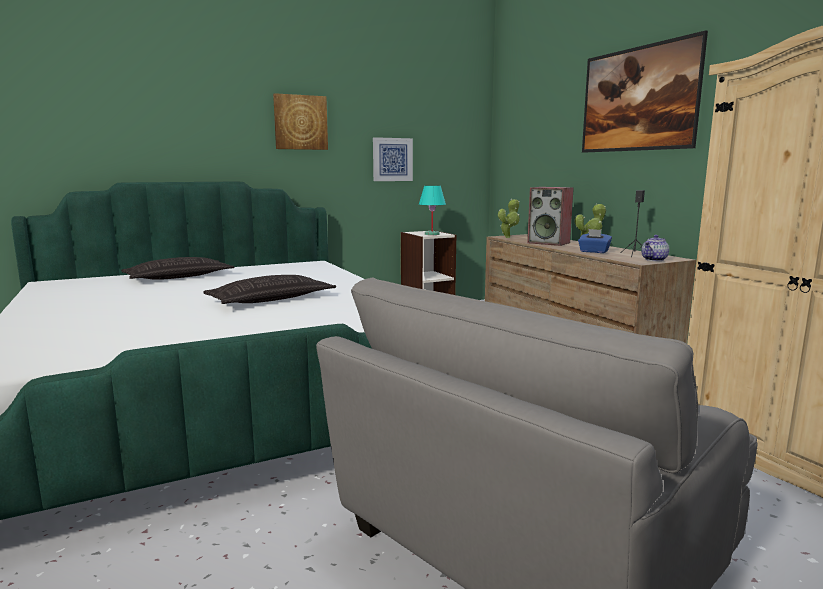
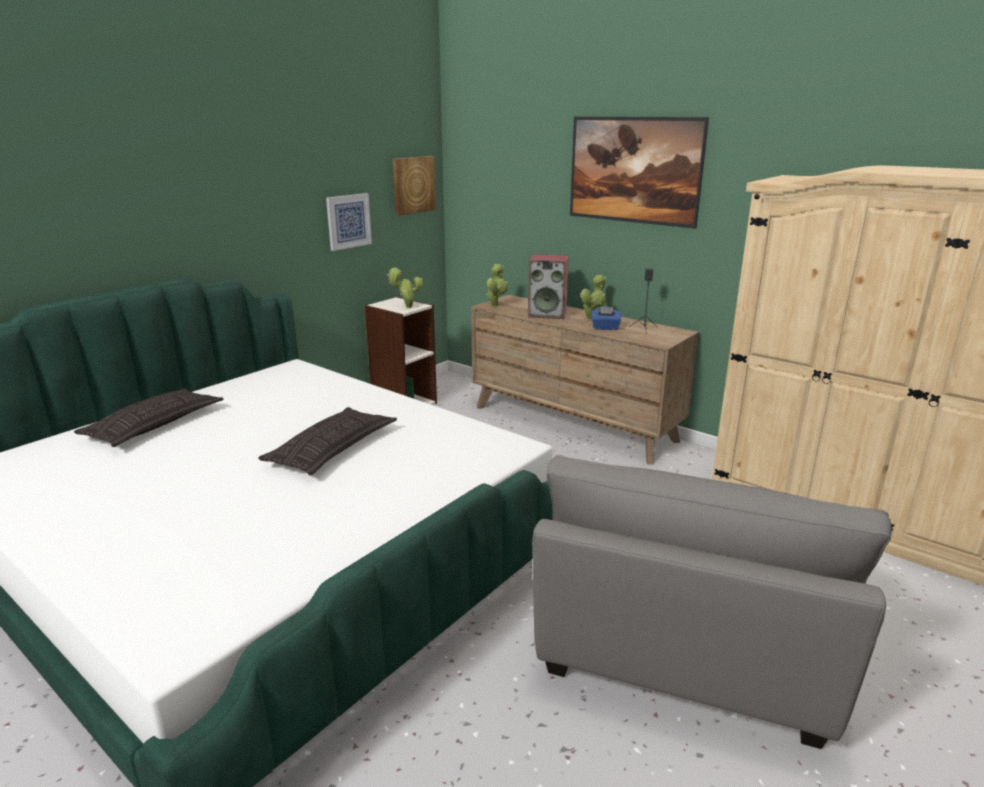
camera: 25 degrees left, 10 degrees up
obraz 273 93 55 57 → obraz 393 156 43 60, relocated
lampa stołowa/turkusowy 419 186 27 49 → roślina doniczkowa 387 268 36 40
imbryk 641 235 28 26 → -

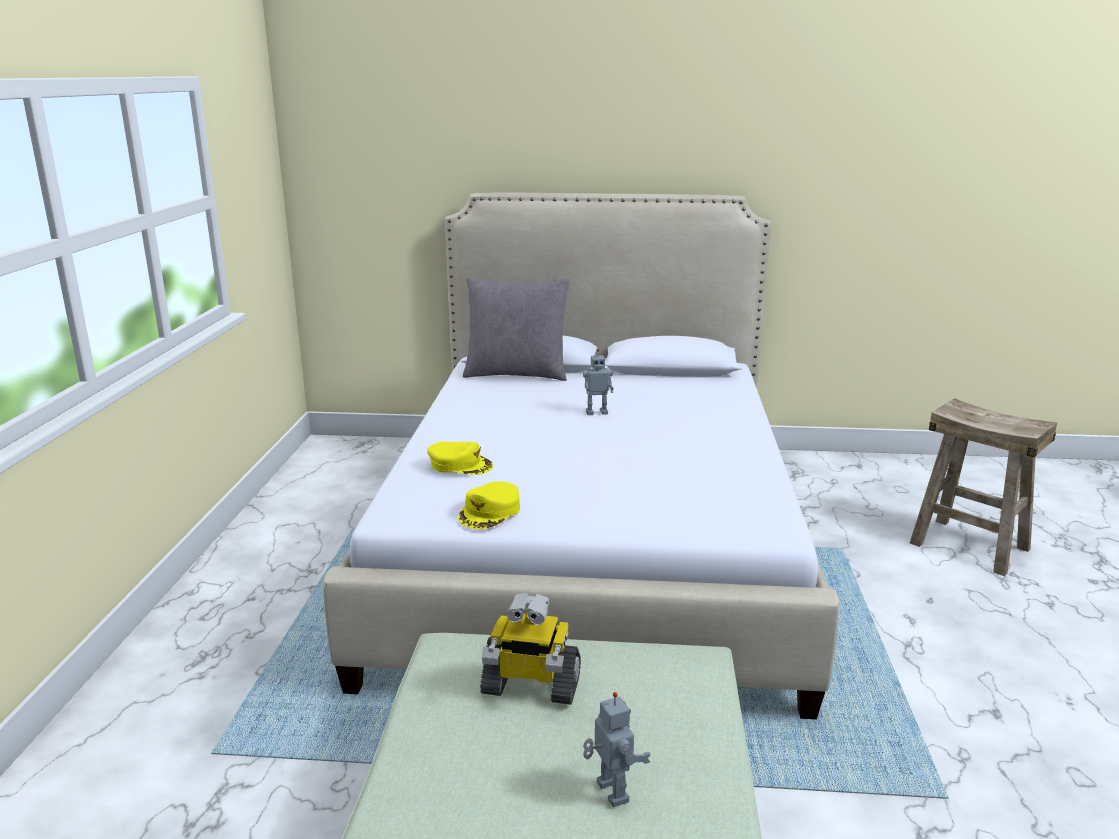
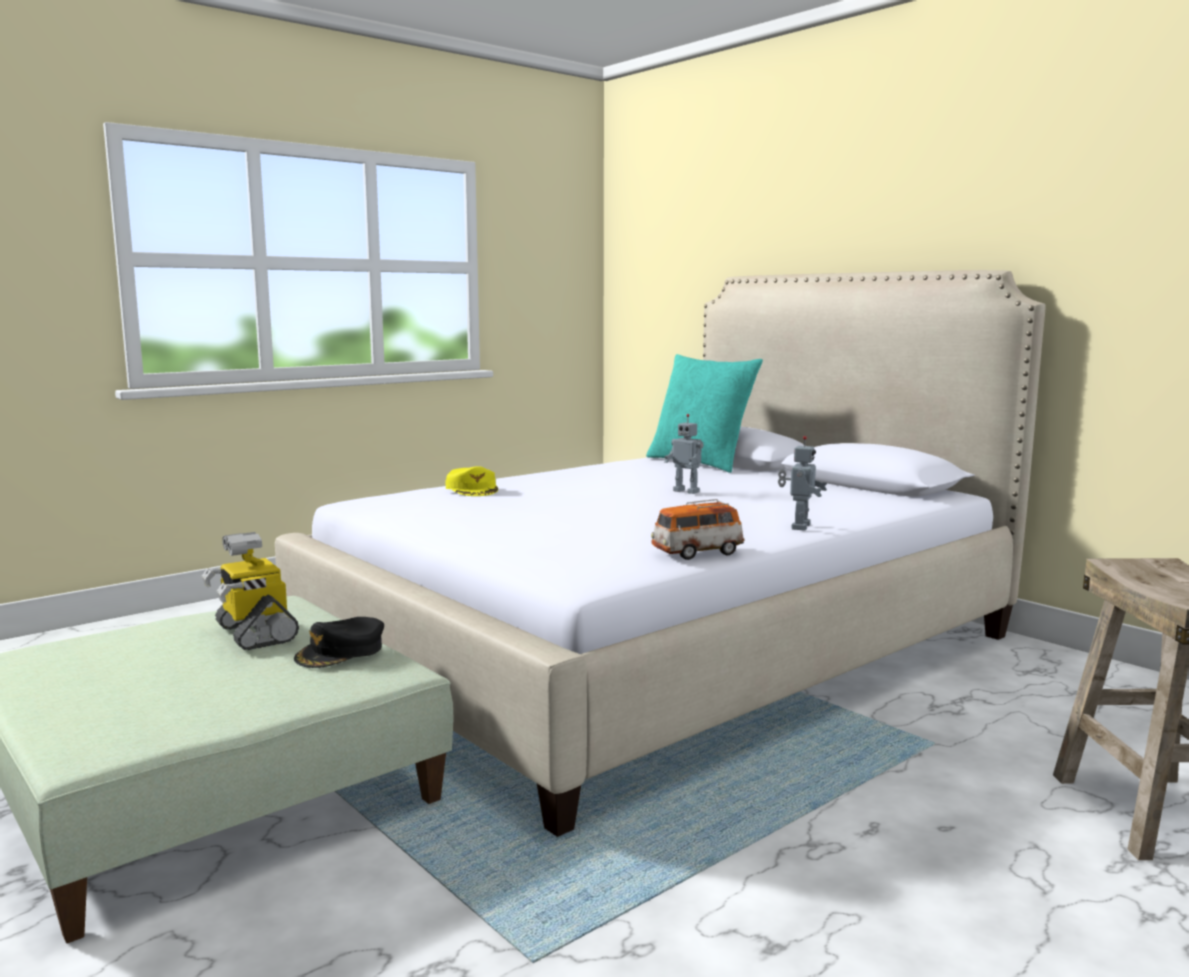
camera: 45 degrees right, 10 degrees down
czapka z daszkiem/żółty 458 482 62 47 → -
poduszka/szary 463 277 107 104 → poduszka/turkusowy 646 354 117 119
robot zabawkowy 583 692 68 115 → robot zabawkowy 778 436 49 95, relocated
- → czapka z daszkiem/czarny 294 617 90 51
- → samochodzik 651 499 93 61

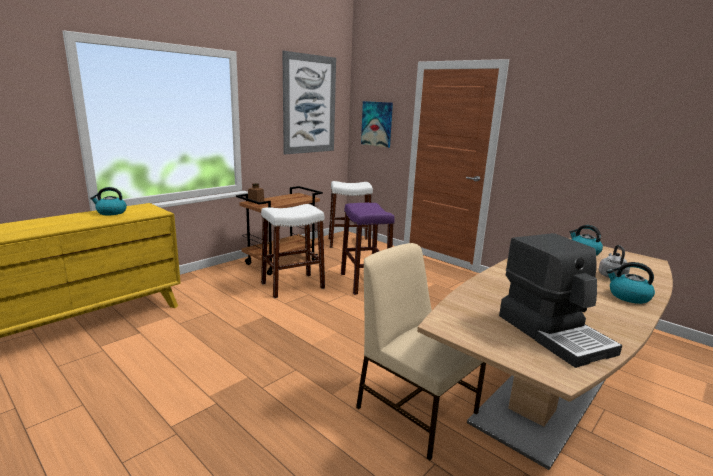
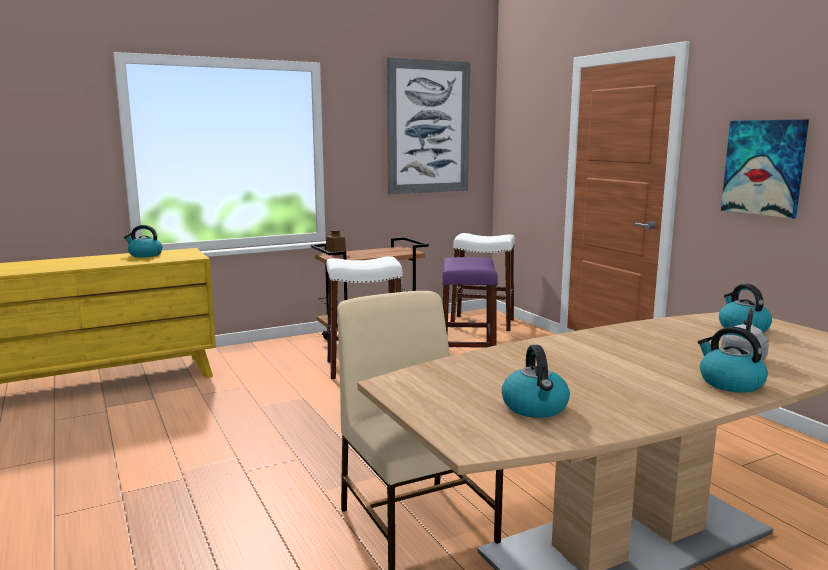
camera: 20 degrees right, 5 degrees down
obraz 361 101 32 47 → obraz 721 119 88 100, relocated
ekspres do kawy 499 233 123 135 → czajnik 502 345 68 73

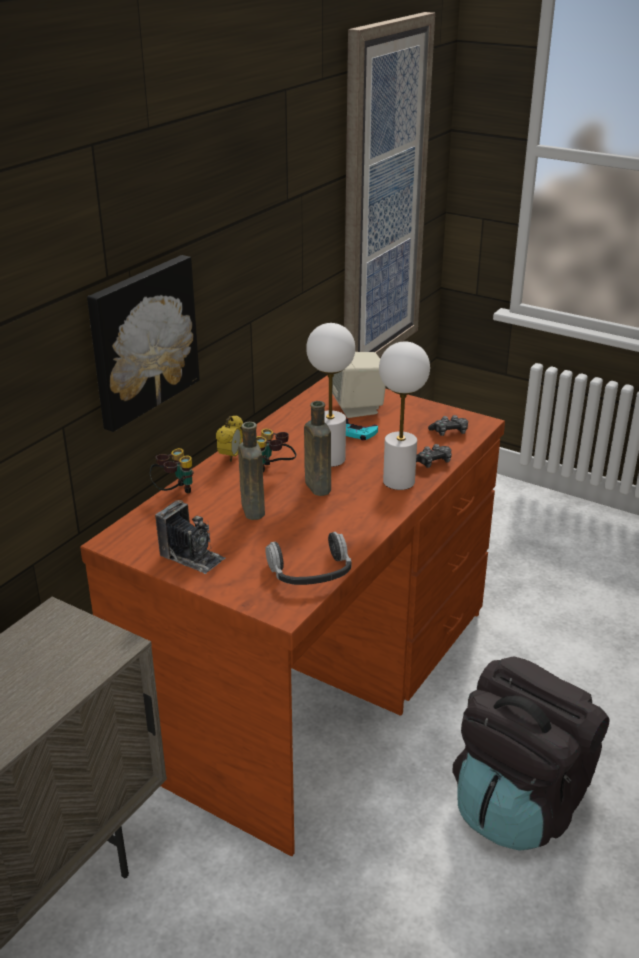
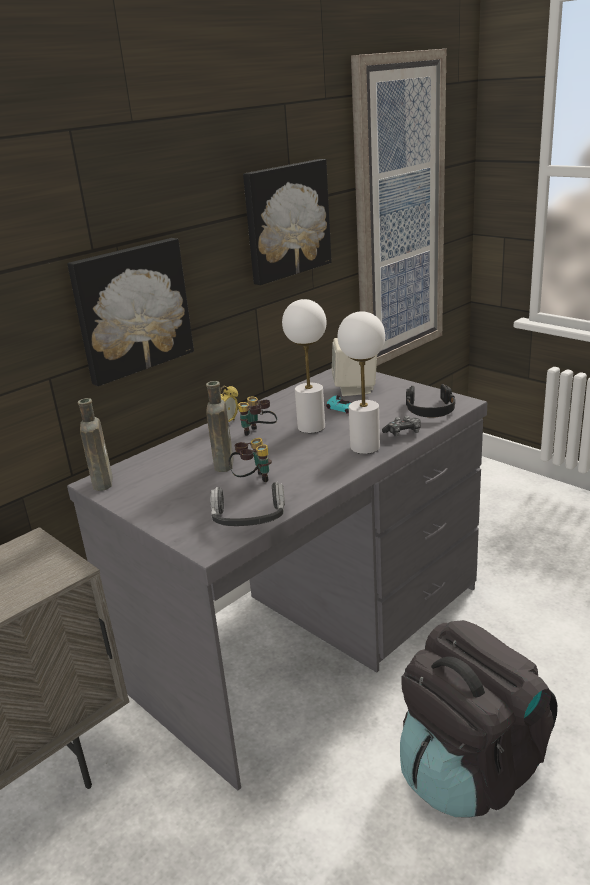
camera: 15 degrees right, 5 degrees down
biurko/brązowy 80 375 425 481 → biurko/szary 67 368 420 422
lornetka 150 448 44 46 → lornetka 229 438 43 44, relocated
aparat fotograficzny 155 500 70 74 → -
butelka/brązowy 304 401 27 95 → butelka/brązowy 78 398 35 93, relocated
pad do gier 428 415 40 21 → słuchawki/czarny 406 384 49 34
- → obraz 243 159 89 126

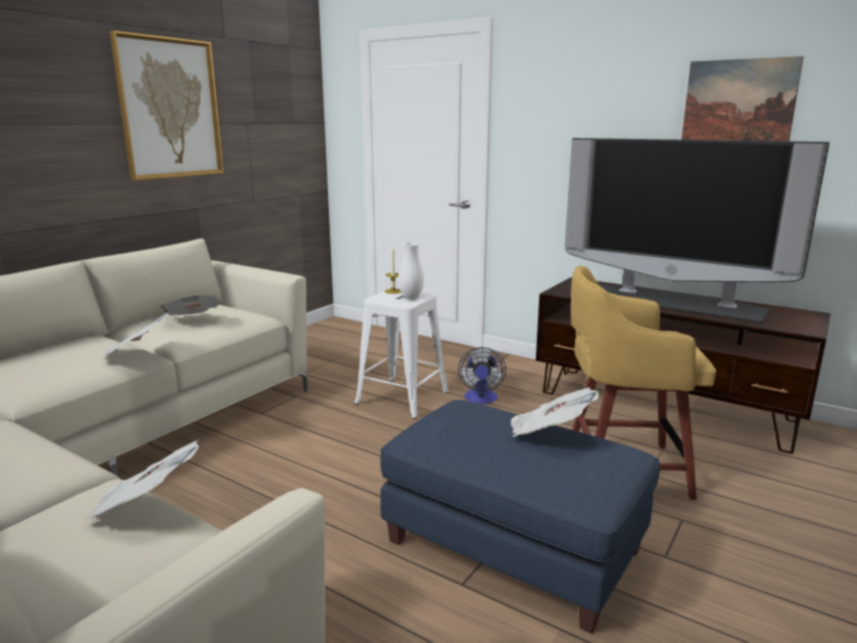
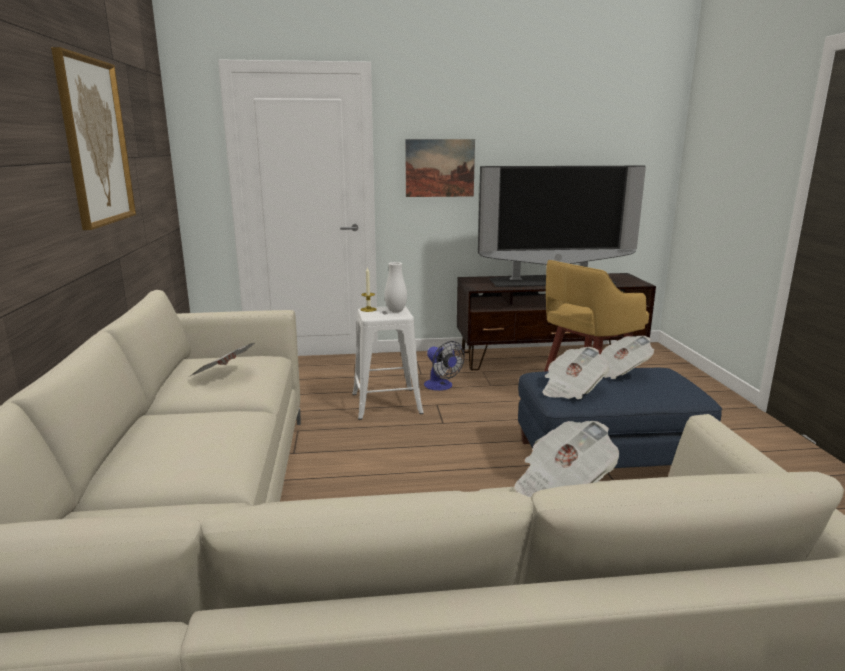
camera: 40 degrees left, 0 degrees up
gazeta 103 313 66 44 → gazeta 542 347 68 52, relocated
obraz 681 56 123 85 → obraz 405 139 70 58, relocated

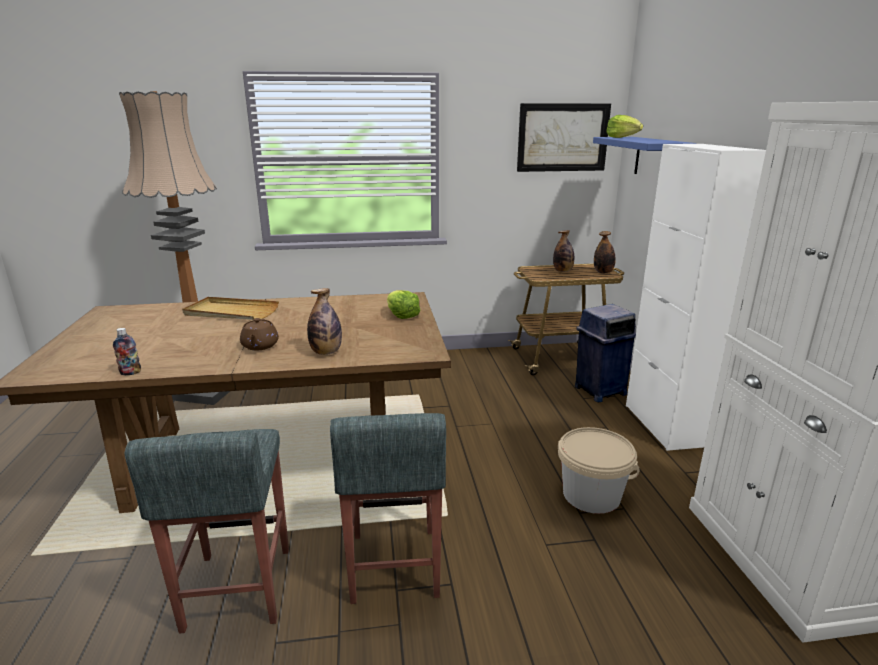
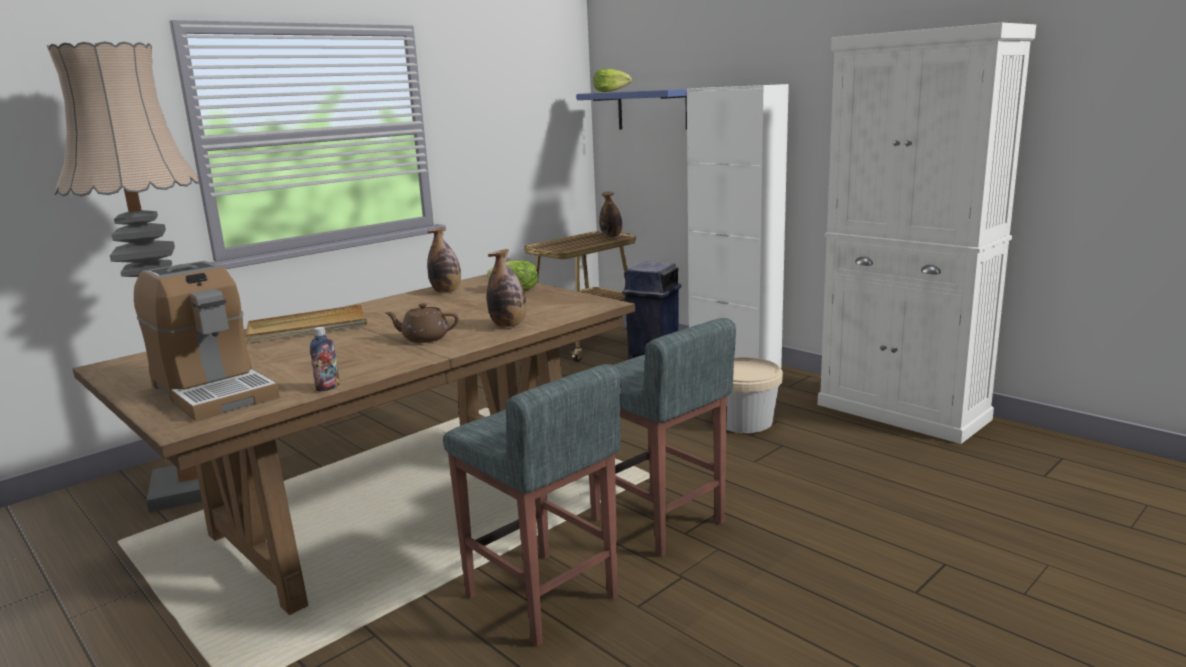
camera: 35 degrees left, 5 degrees down
imbryk/brązowy 240 318 39 32 → imbryk/brązowy 385 303 74 40, 135 degrees clockwise
obraz 517 103 94 69 → -
butelka 553 230 21 42 → butelka 427 227 34 66, relocated
- → ekspres do kawy 134 261 146 160

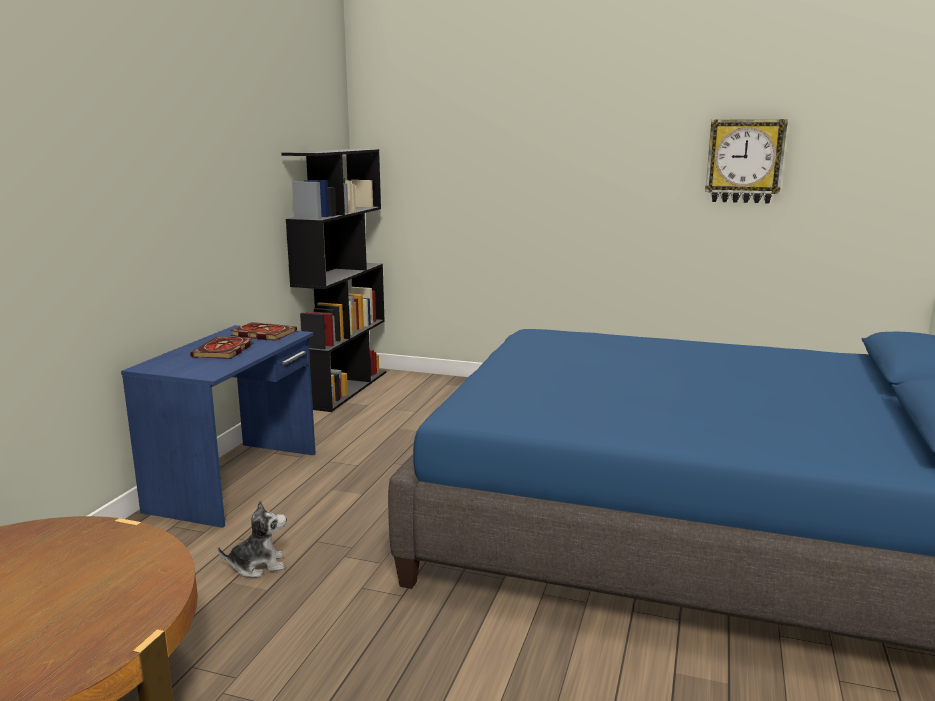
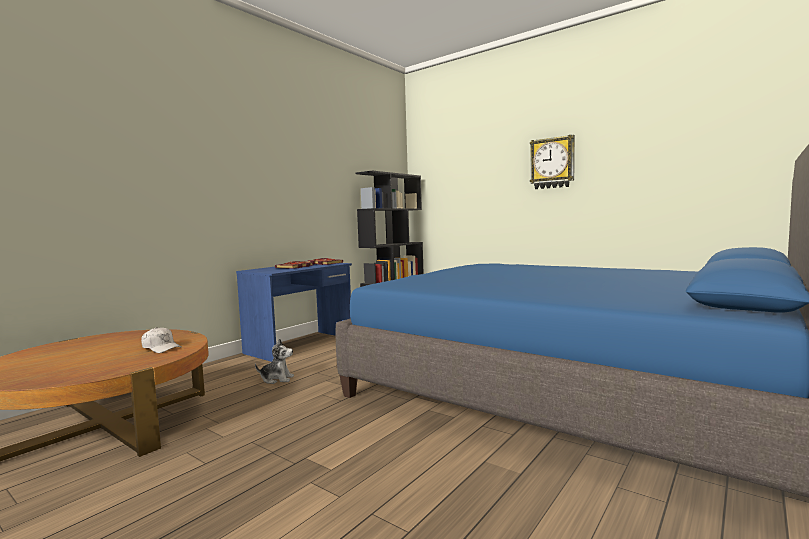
camera: 20 degrees right, 10 degrees down
zegar ścienny 705 119 83 84 → zegar ścienny 530 135 45 54, relocated
- → czapka z daszkiem/biały 141 327 40 26

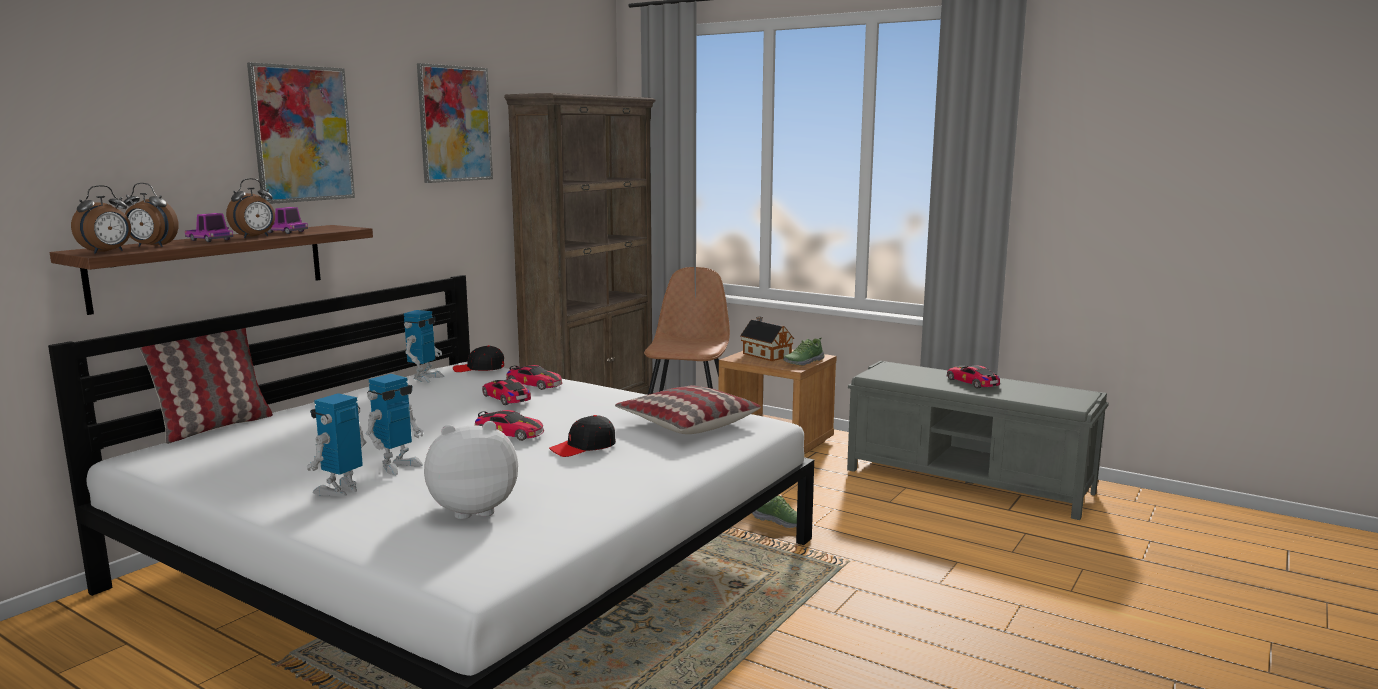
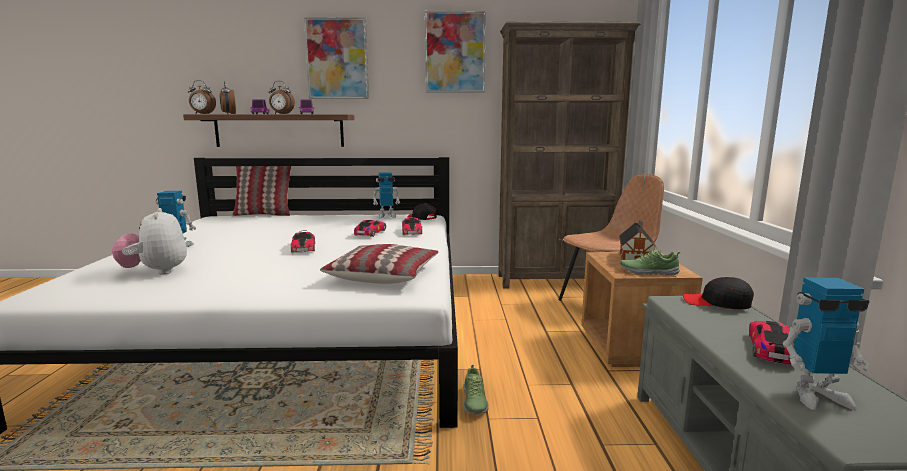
camera: 55 degrees right, 0 degrees up
robot zabawkowy 366 374 57 101 → robot zabawkowy 783 278 87 133, relocated
pluszak 424 421 94 98 → pluszak 112 208 75 67, 150 degrees counterclockwise
czapka z daszkiem/czarny 549 415 67 42 → czapka z daszkiem/czarny 683 277 71 33, relocated

